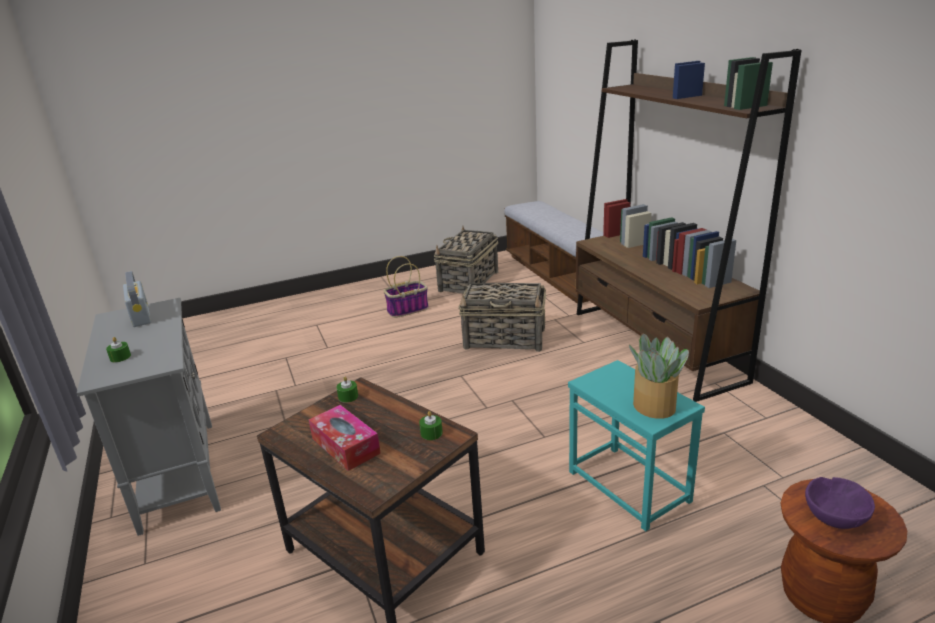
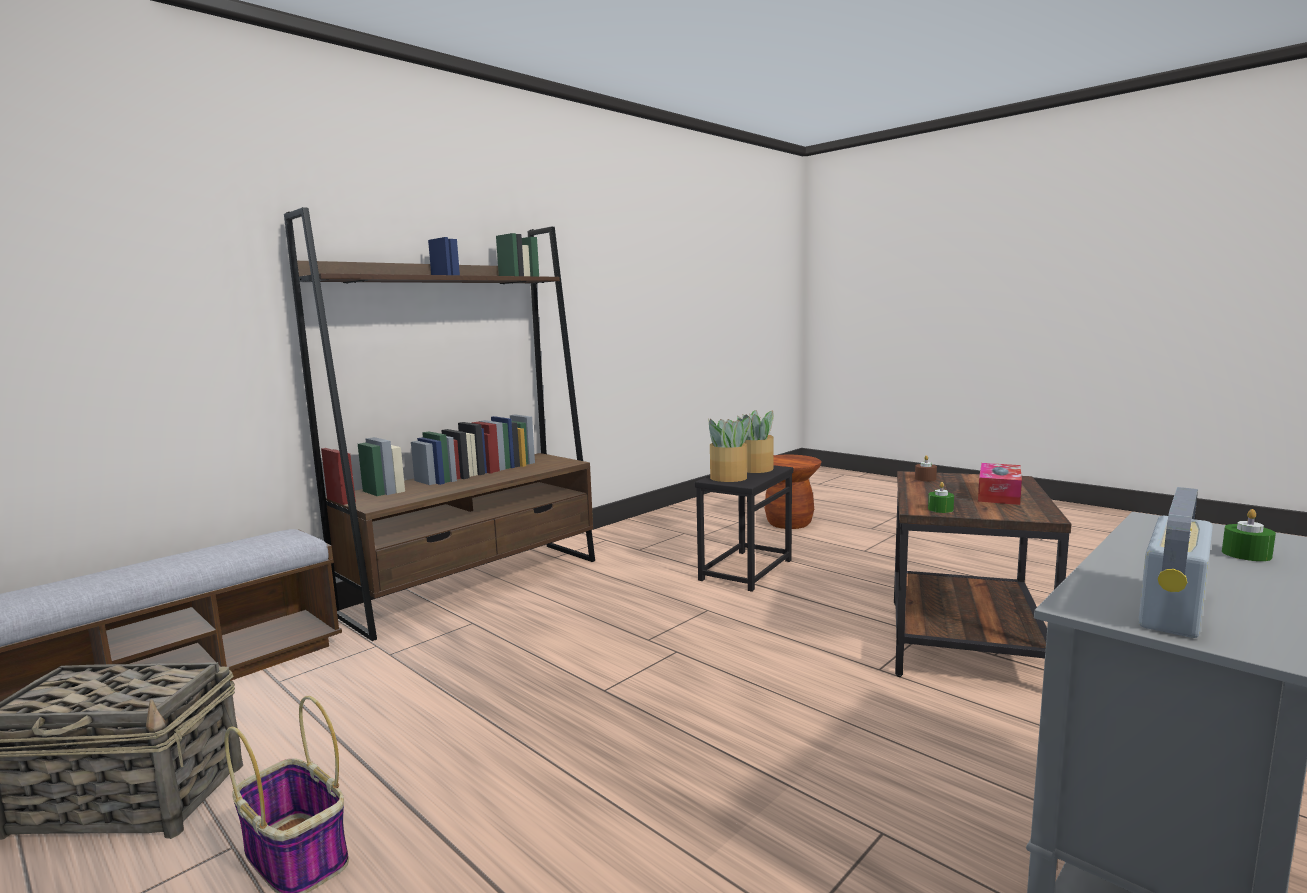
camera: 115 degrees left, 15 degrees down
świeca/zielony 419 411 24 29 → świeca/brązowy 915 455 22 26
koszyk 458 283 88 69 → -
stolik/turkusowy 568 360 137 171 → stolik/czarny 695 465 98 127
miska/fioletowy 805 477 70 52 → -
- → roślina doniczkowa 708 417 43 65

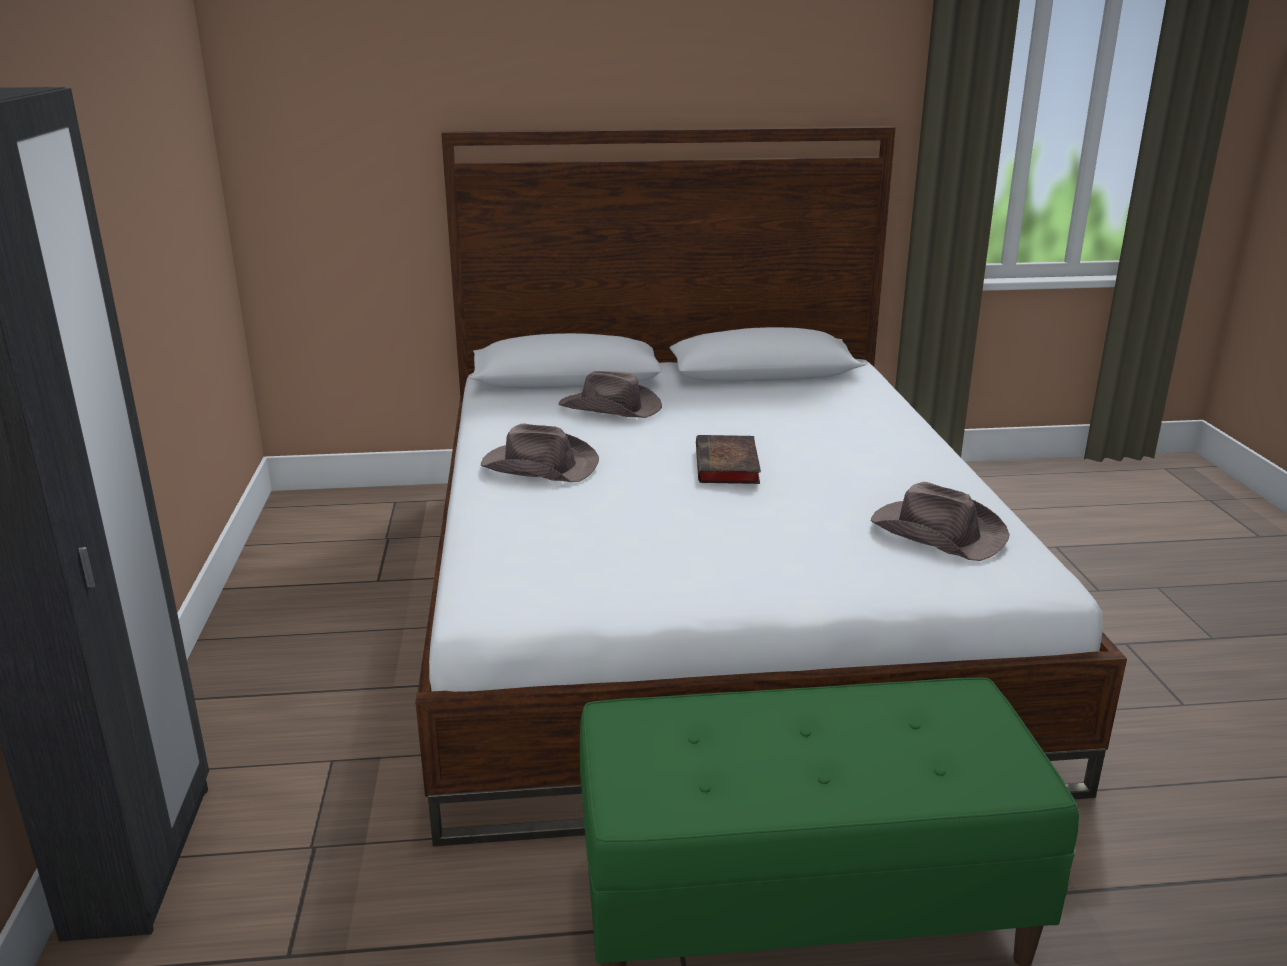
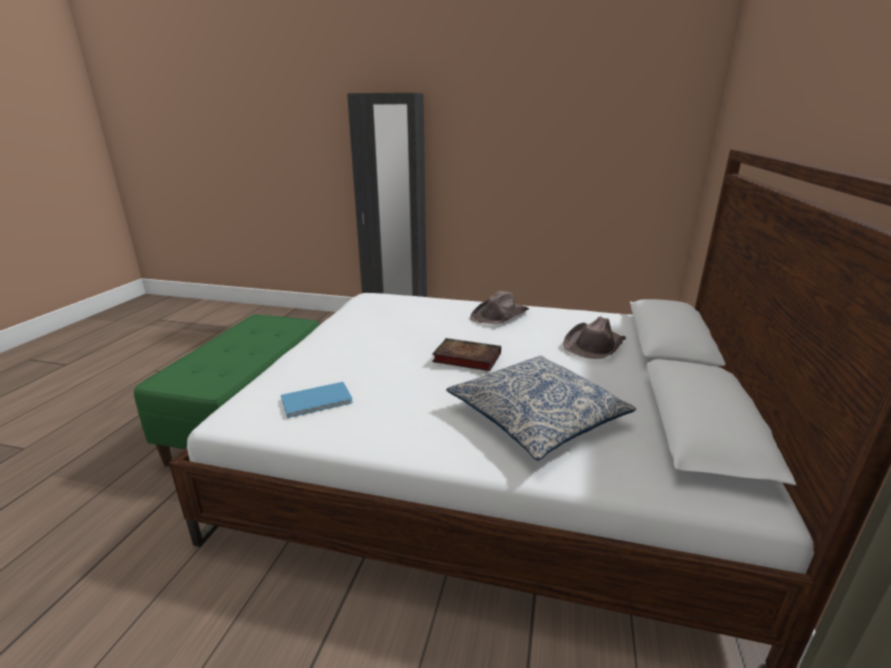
camera: 110 degrees right, 0 degrees up
kapelusz/brązowy 871 482 139 79 → książka/niebieski 281 382 72 36
- → poduszka 446 355 190 106

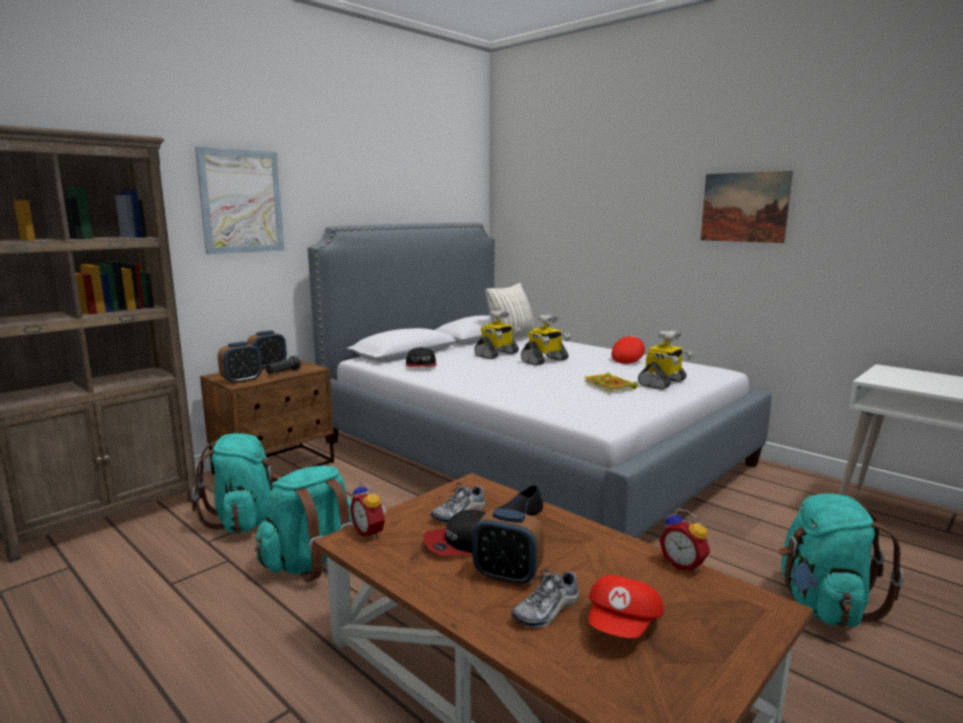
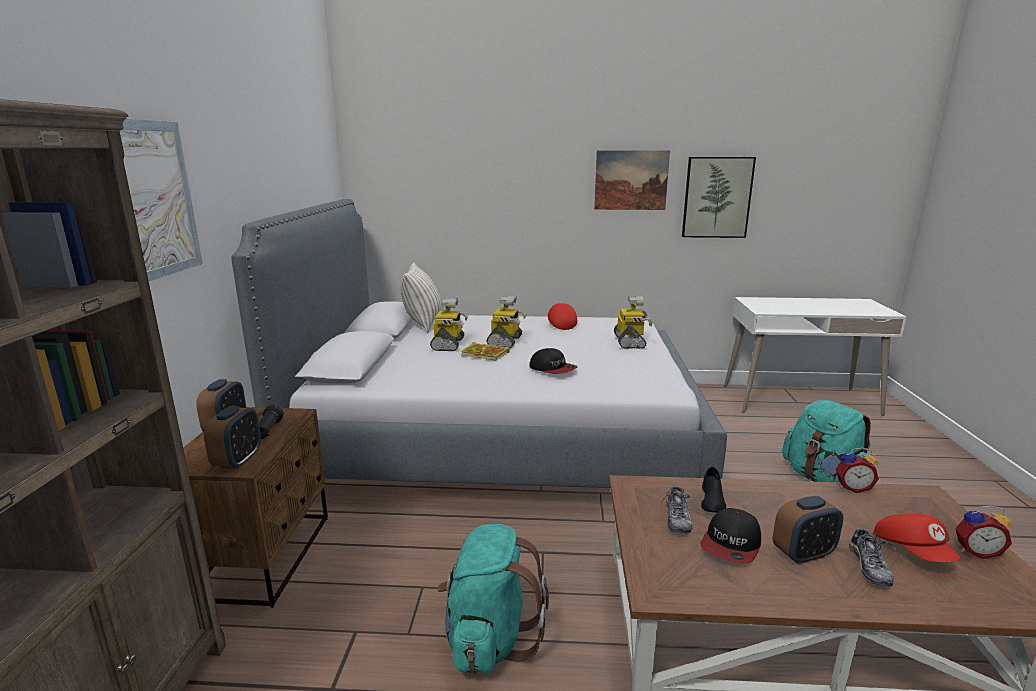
camera: 40 degrees left, 5 degrees up
plecak/turkusowy 192 433 89 100 → -
budzik 350 481 36 58 → budzik 955 505 57 54, relocated
czapka z daszkiem 406 347 31 20 → czapka z daszkiem 529 348 49 26, relocated
książka 584 372 54 20 → książka 461 342 49 19, relocated
- → obraz 682 157 74 81

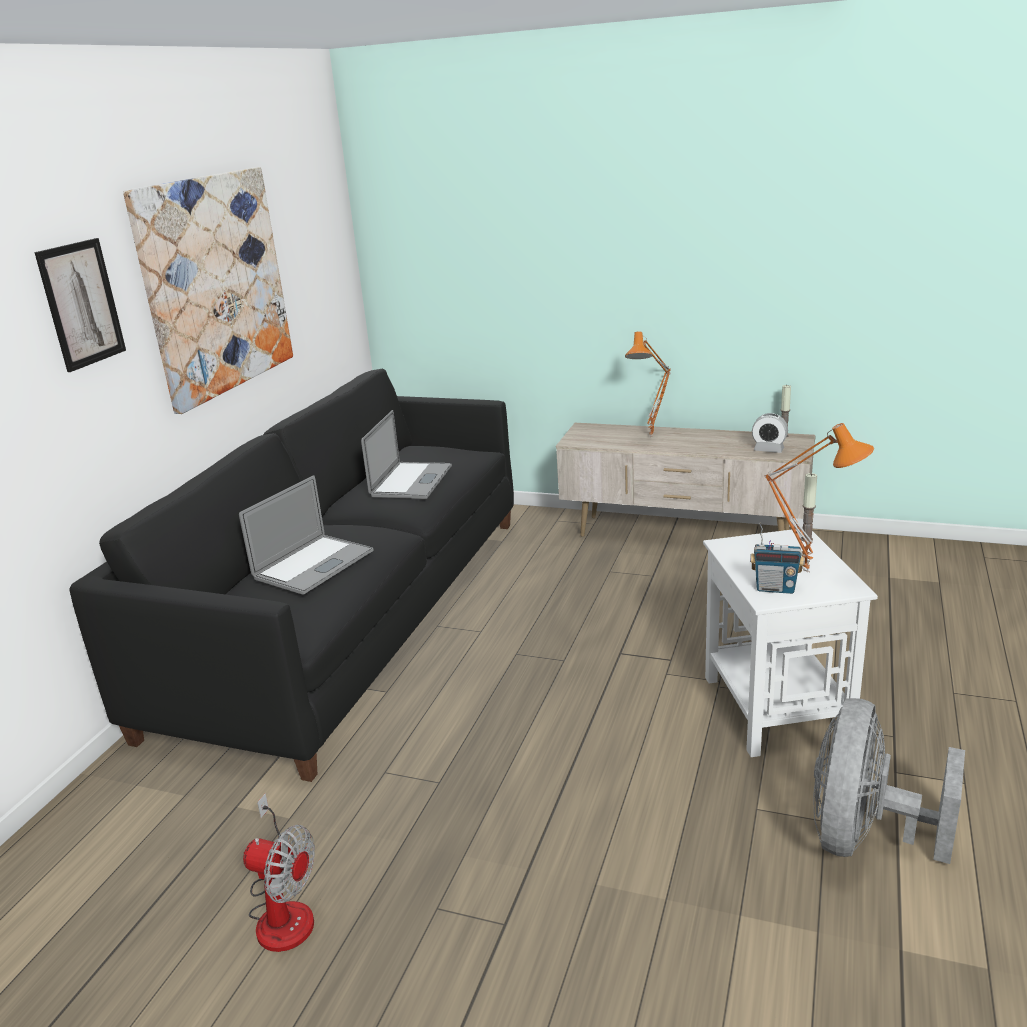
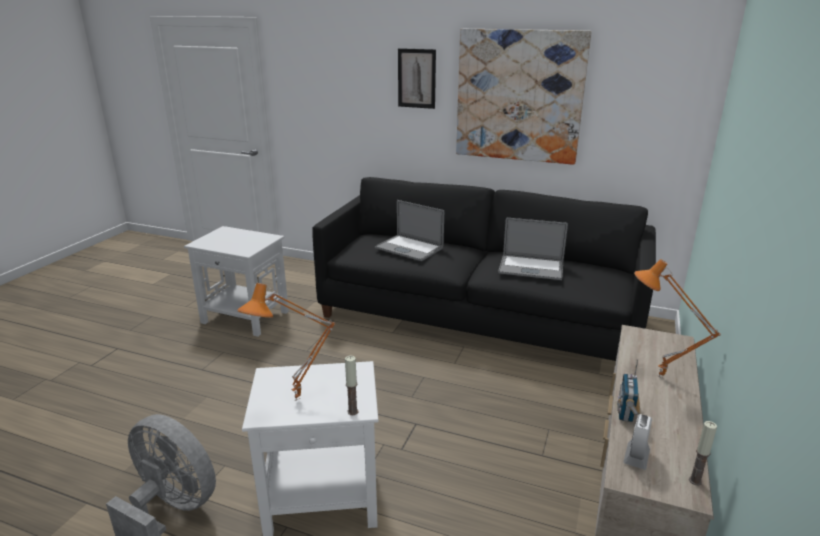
camera: 90 degrees right, 0 degrees up
wentylator 243 793 72 159 → stolik/biały 184 226 105 111
radio 750 523 55 71 → radio 617 359 23 63, relocated

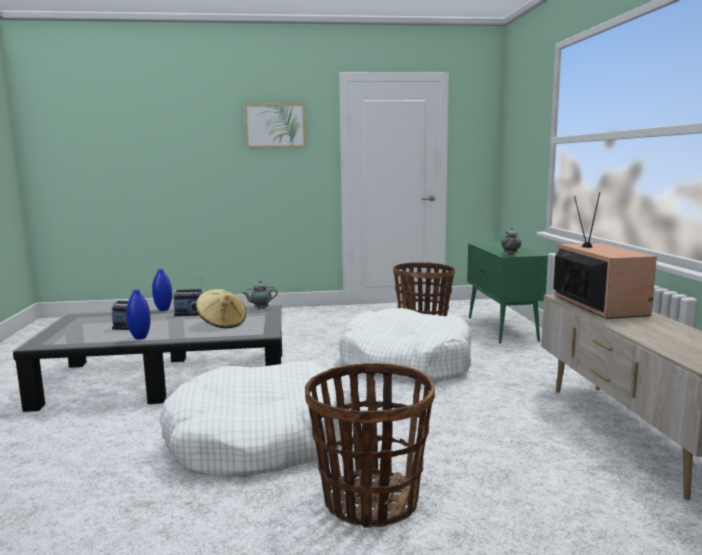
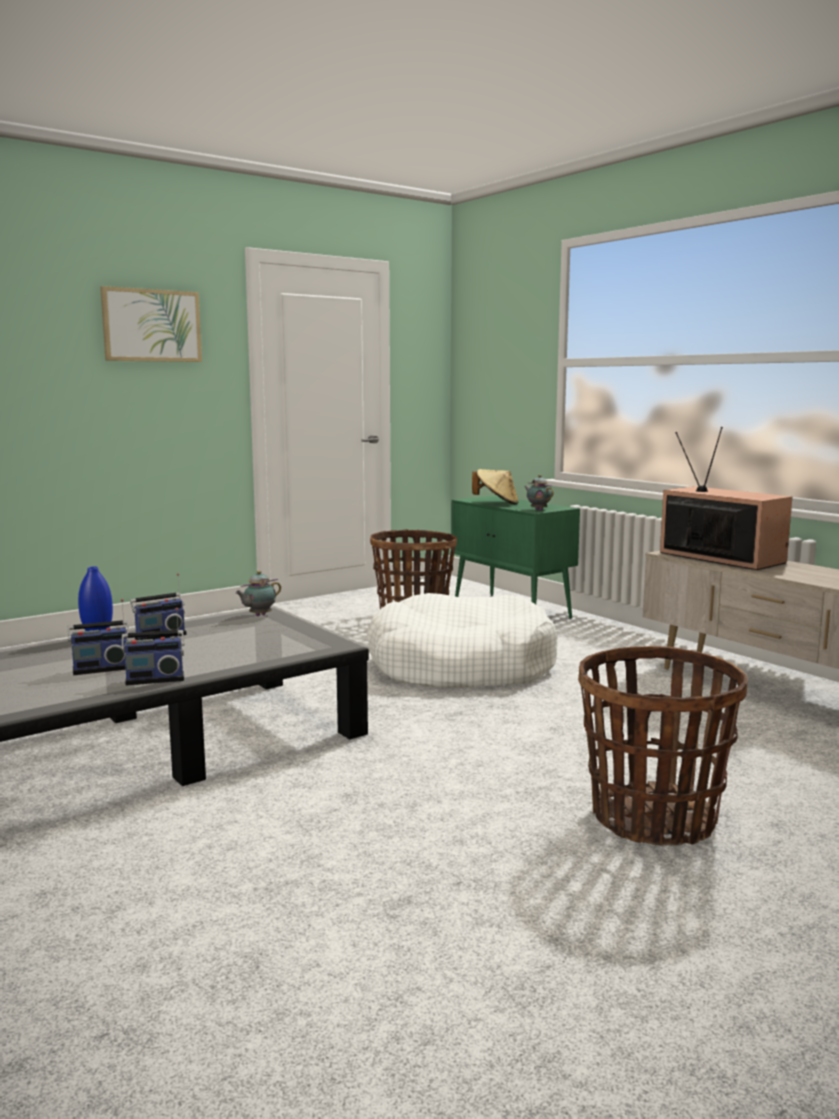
camera: 30 degrees left, 0 degrees up
wazon/niebieski 126 290 25 50 → radio 121 608 63 77
legowisko/biały 159 361 194 117 → -
kapelusz/beżowy 196 289 50 39 → kapelusz/beżowy 472 469 47 35, relocated

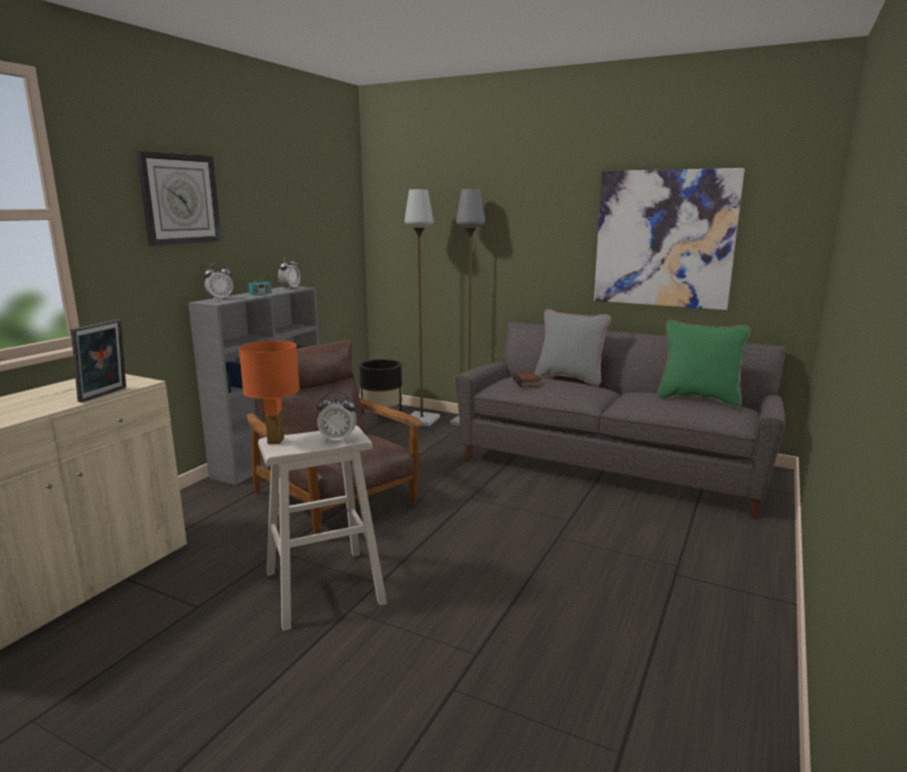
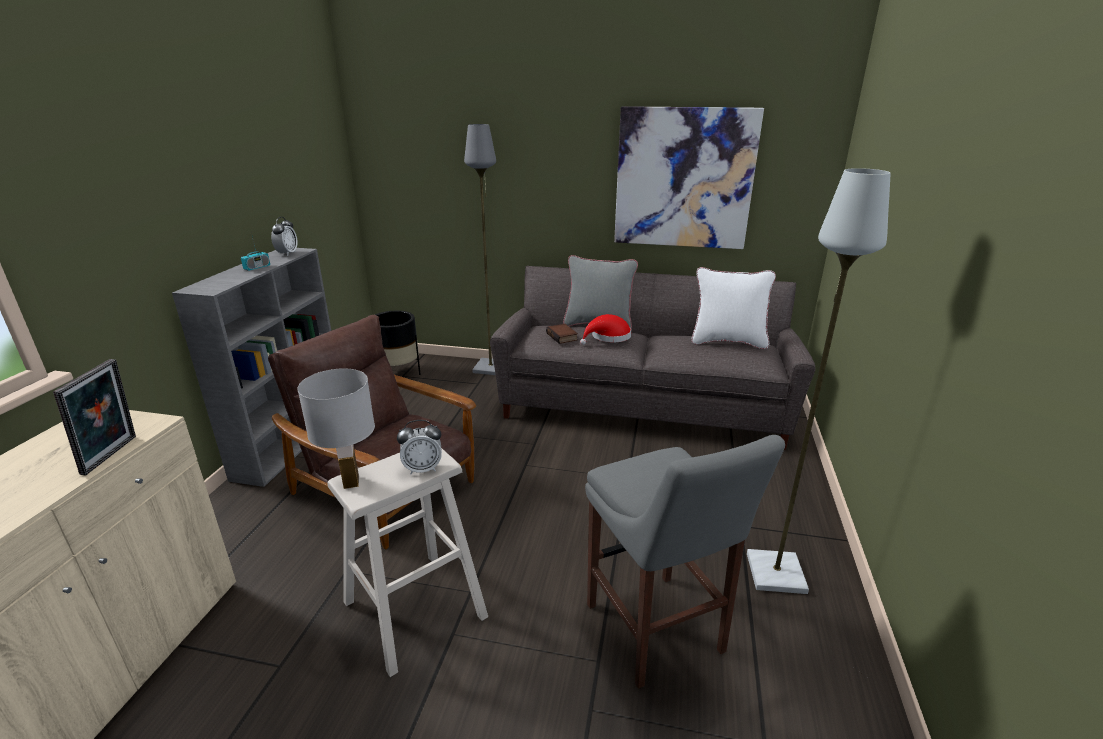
camera: 15 degrees left, 10 degrees up
zegar ścienny 136 151 86 95 → -
budzik 204 263 29 37 → -
lampa stołowa/pomarańczowy 239 340 61 104 → lampa stołowa/biały 297 368 78 121
lampa stojąca/szary 404 189 36 237 → lampa stojąca/szary 747 168 144 426, relocated
poduszka/zielony 657 320 94 87 → poduszka/biały 691 267 85 82
- → kapelusz/czerwony 580 314 51 31
- → stołek/szary 585 435 200 254

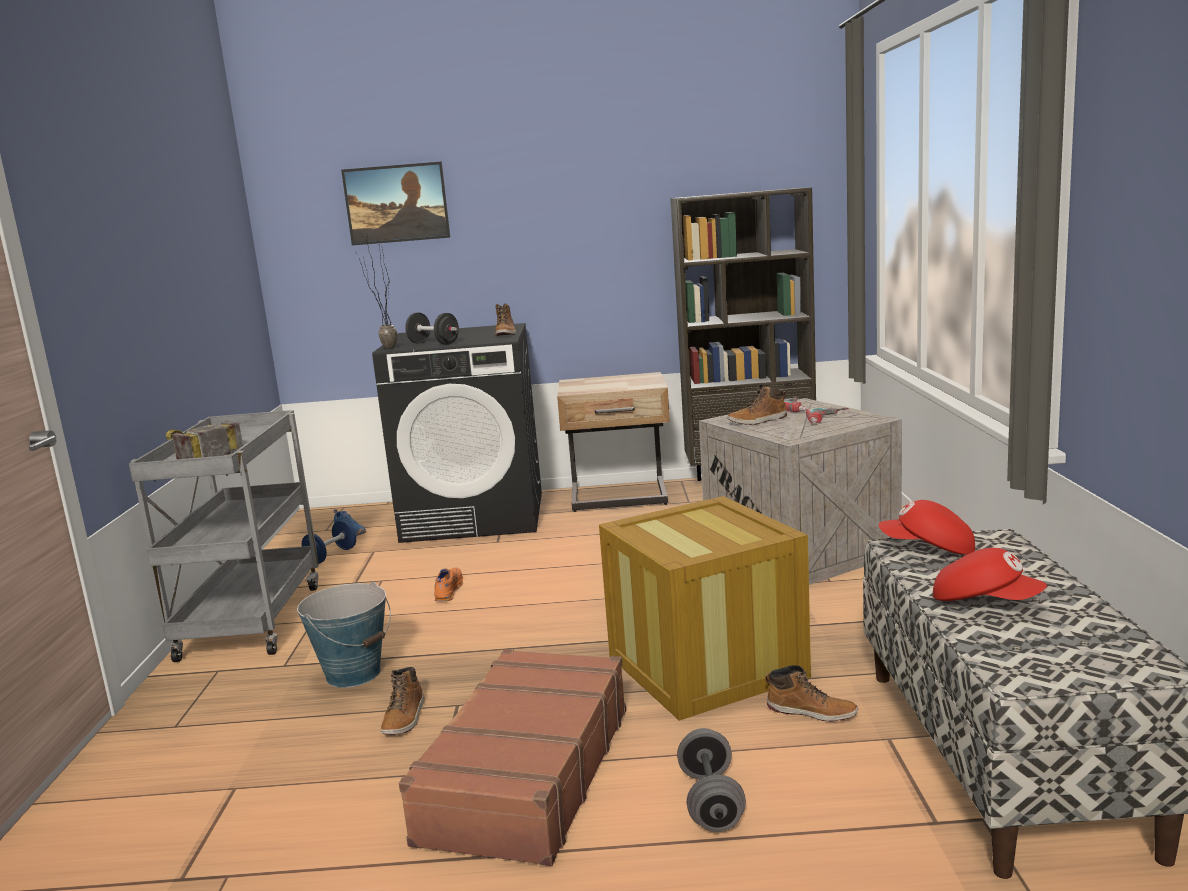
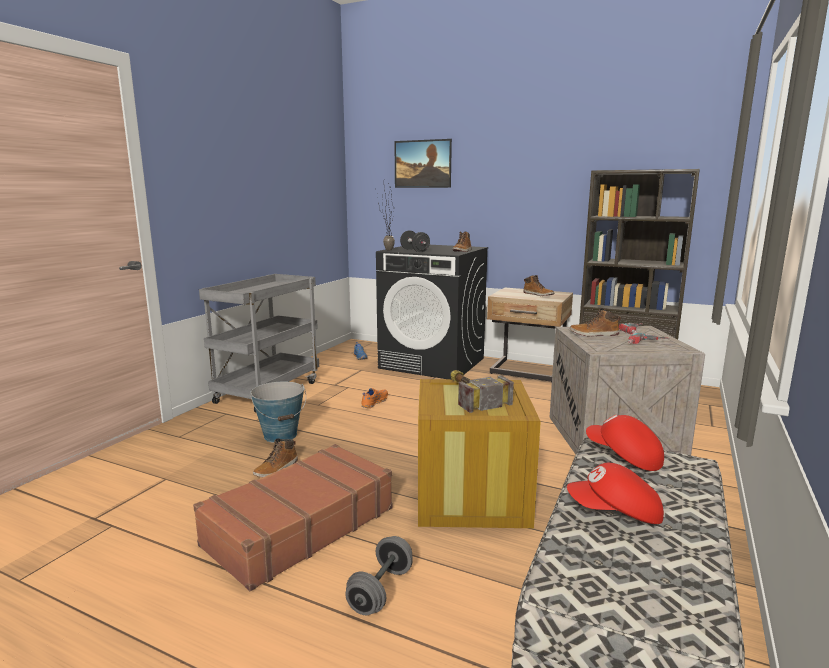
camera: 25 degrees right, 0 degrees up
młotek 166 421 77 38 → młotek 450 370 64 43, relocated
hantel/niebieski 302 520 54 44 → -
but z cholewką 765 665 93 57 → but z cholewką 523 275 31 21, relocated
czapka z daszkiem/czerwony 933 548 114 53 → czapka z daszkiem/czerwony 567 463 97 61, 120 degrees clockwise

